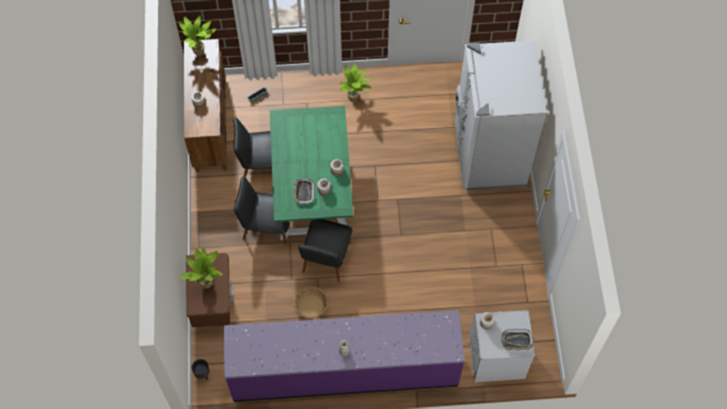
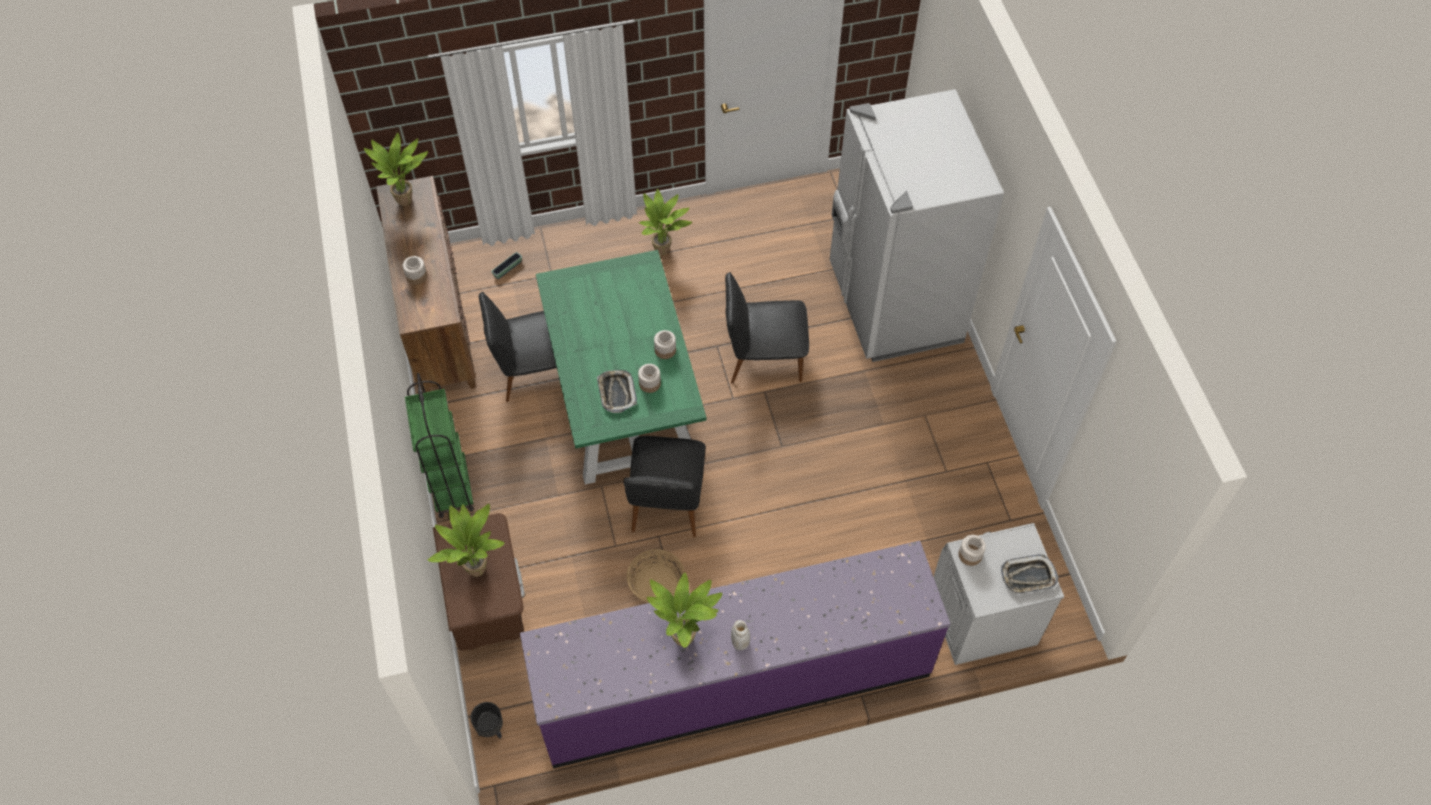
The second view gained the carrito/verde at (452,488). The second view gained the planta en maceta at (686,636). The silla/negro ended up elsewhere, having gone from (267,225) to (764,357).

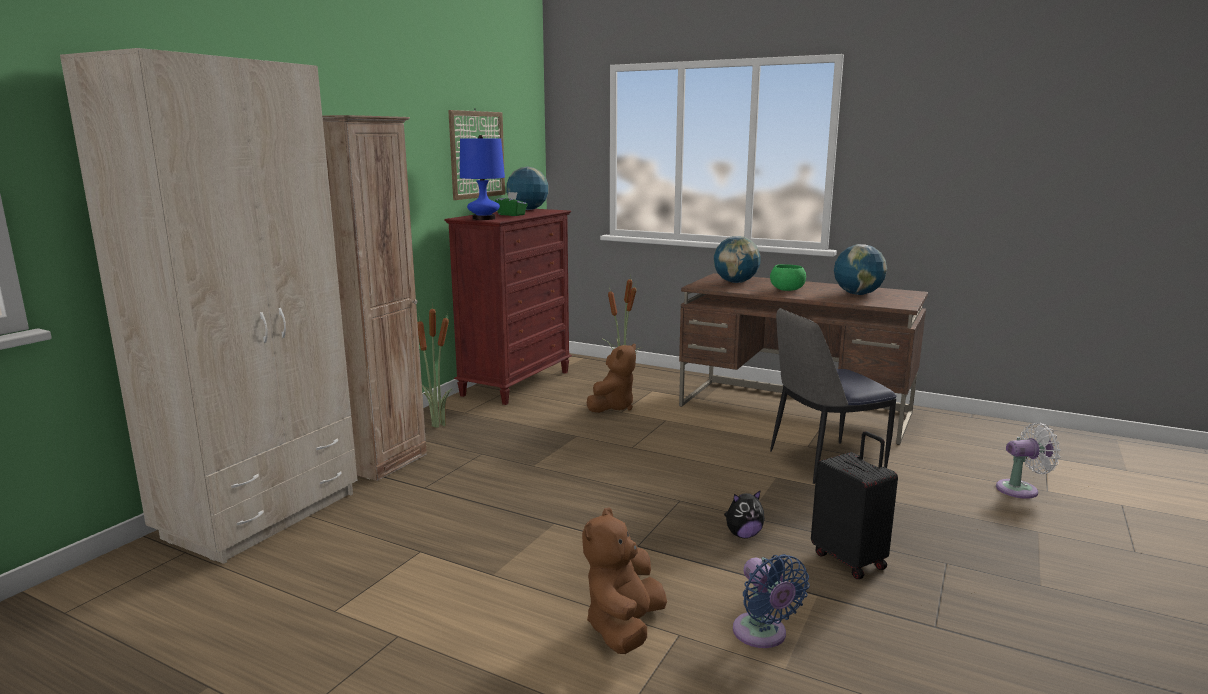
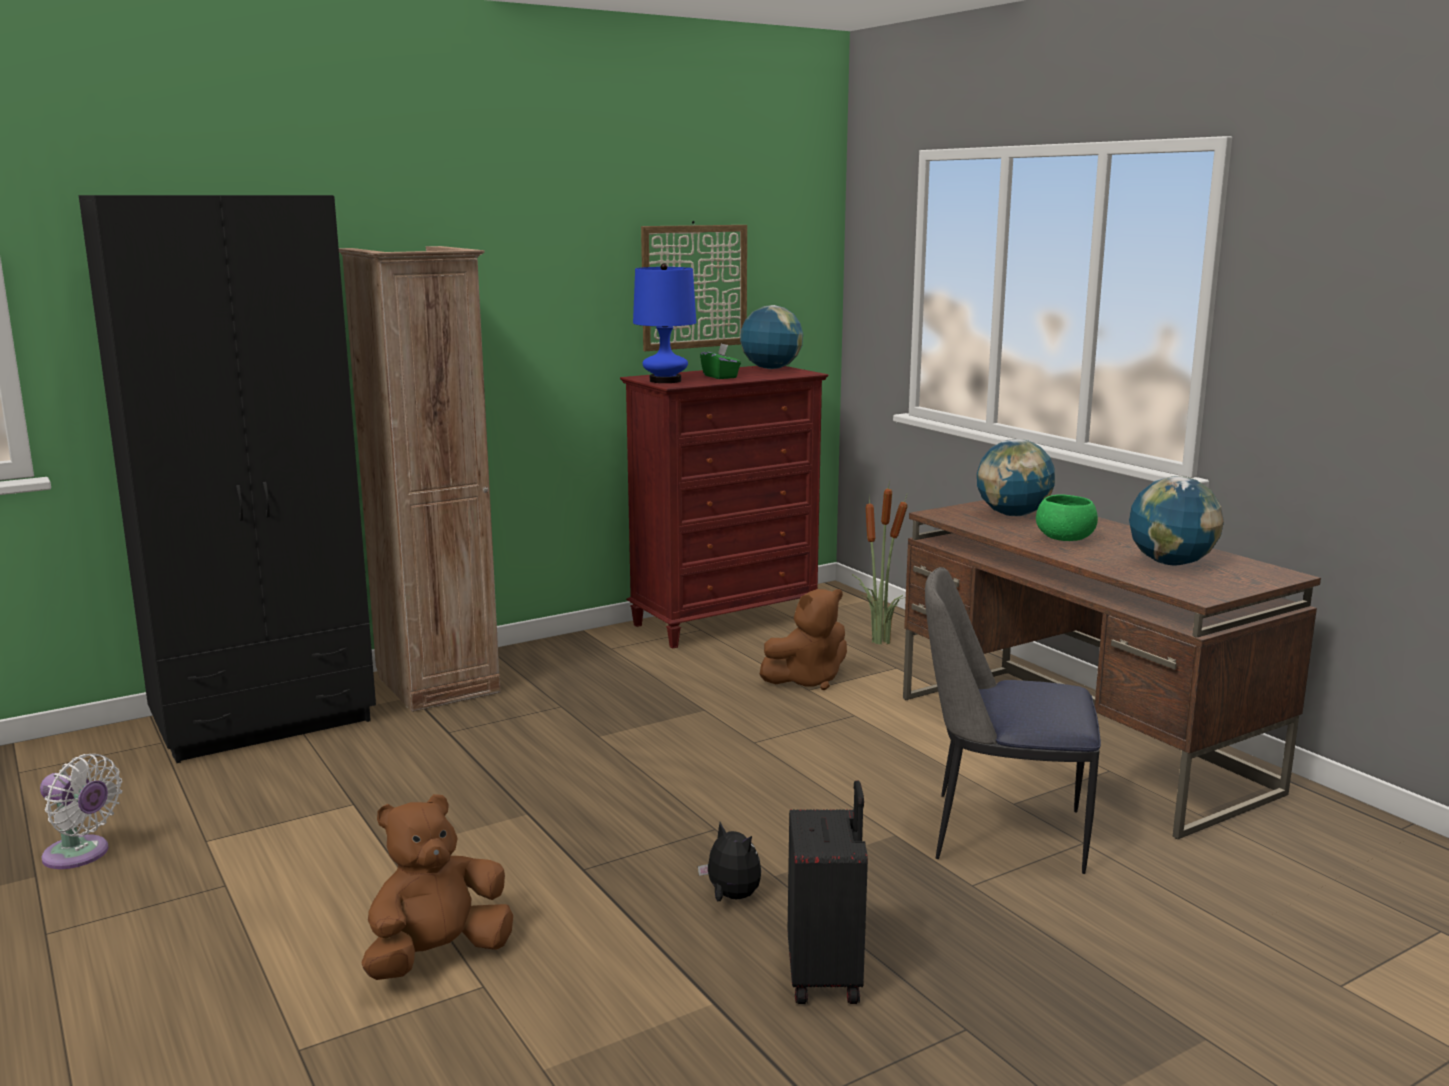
The ventilador/blanco ended up elsewhere, having gone from (1021,489) to (80,855). What was the armario ropero/beis at (262,514) turned into the armario ropero/negro at (266,721). The peluche at (743,535) ended up facing another way, 150 degrees counterclockwise from before. The second view lost the planta en maceta at (437,425). The second view lost the ventilador/azul at (762,635).

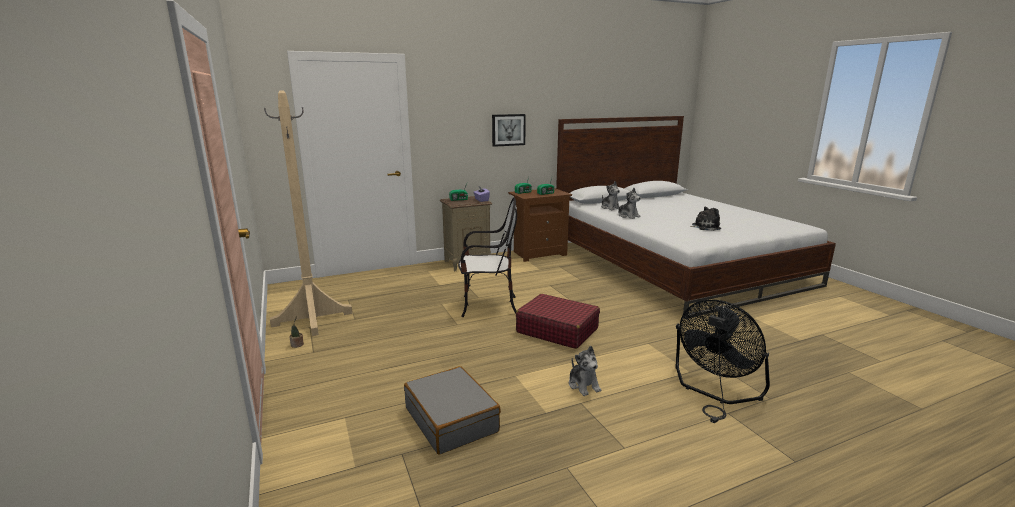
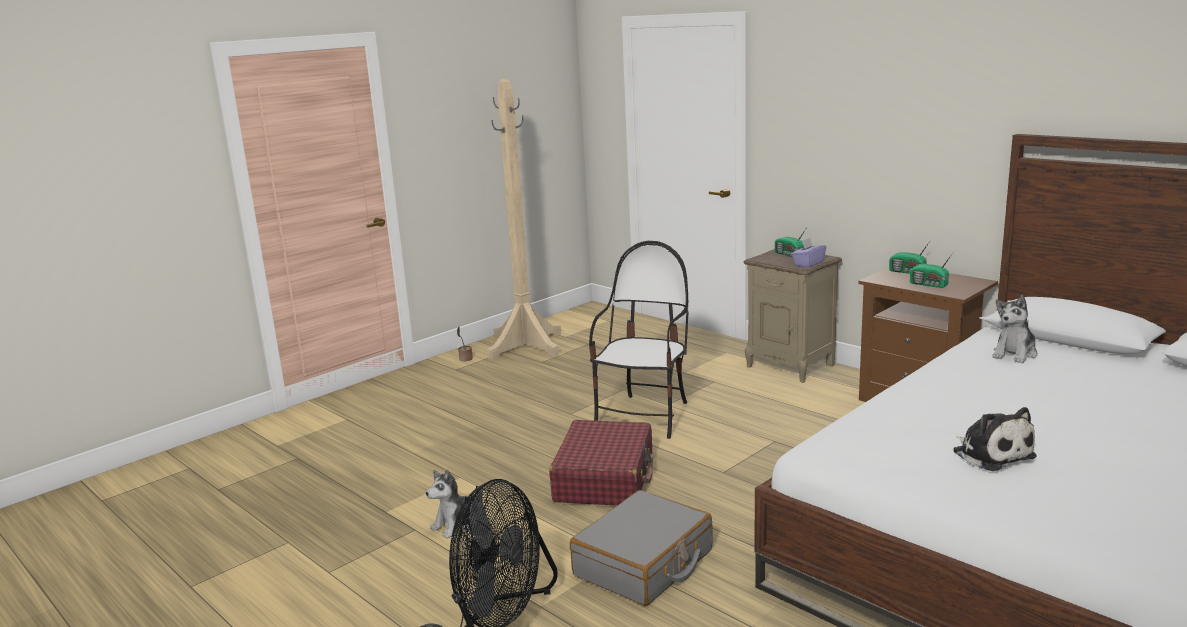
The maleta/gris ended up elsewhere, having gone from (451,420) to (644,563). The silla at (488,306) ended up facing another way, 135 degrees counterclockwise from before. The second view lost the cuadro at (508,130). The second view lost the peluche at (628,216).

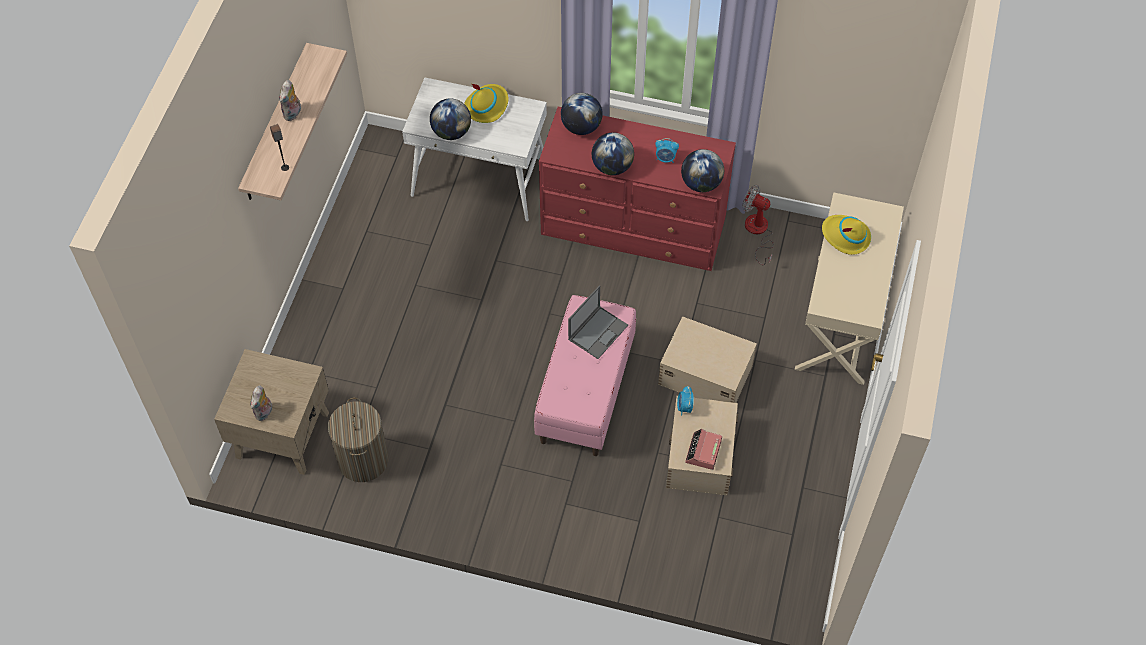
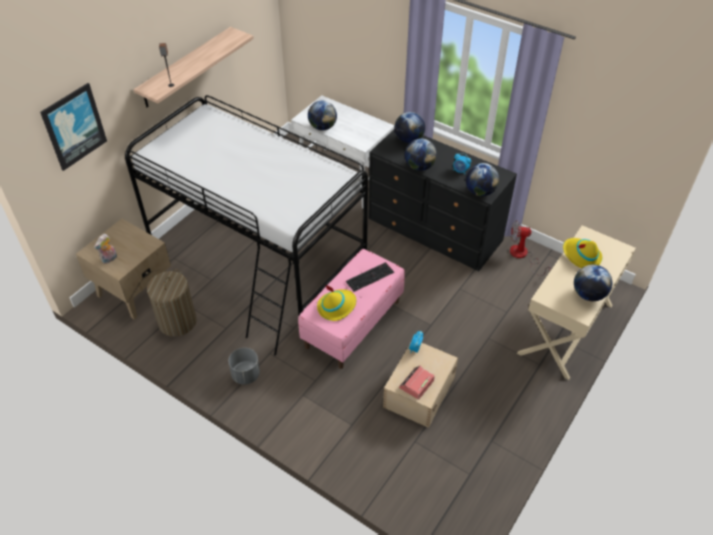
The second view gained the cuadro at (74,126). The second view gained the cama/negro at (258,258). The second view gained the maceta/gris at (246,375). The sombrero/amarillo ended up elsewhere, having gone from (487,106) to (336,306). Where the portátil stood at (598,332), the teclado came to stand at (370,276). What was the cómoda/rojo at (634,226) turned into the cómoda/negro at (435,230). The ventilador at (757,232) ended up facing another way, 45 degrees counterclockwise from before. The second view gained the globo terráqueo at (588,294). The second view lost the peluche at (293,114). The second view lost the caja de almacenaje/beis at (704,374).

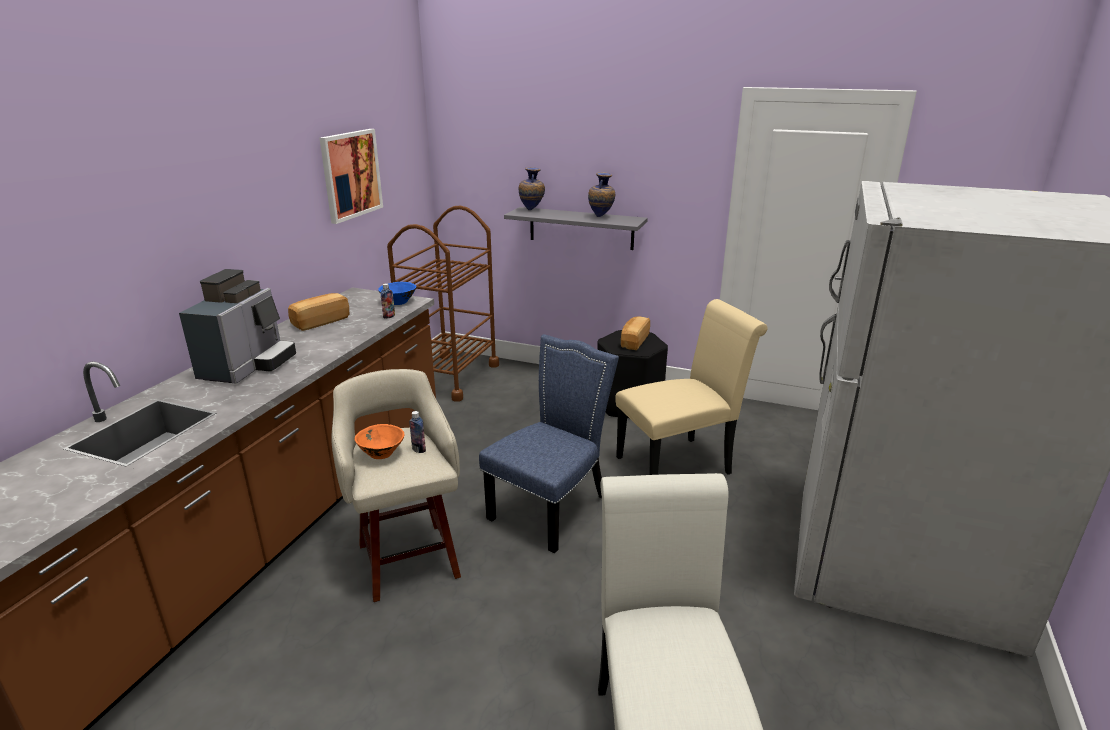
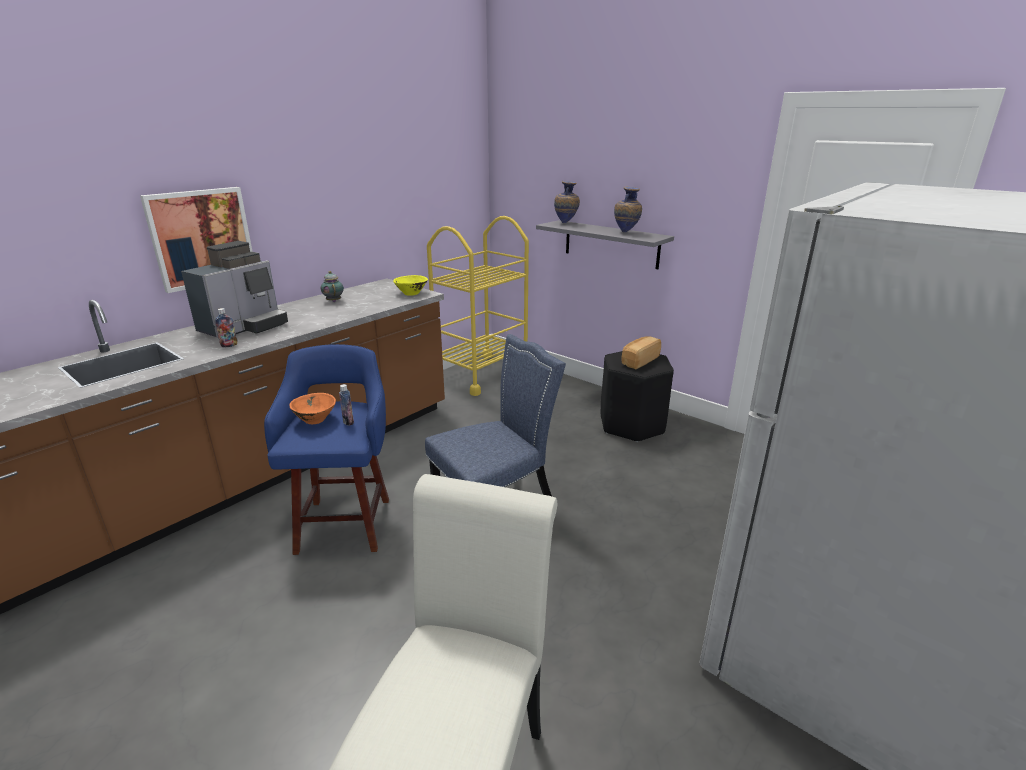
The cuadro ended up elsewhere, having gone from (351,174) to (201,238). The botella ended up elsewhere, having gone from (389,316) to (229,345). What was the taburete/beis at (408,557) turned into the taburete/azul at (346,522). Where the pan stood at (320,322), the tetera came to stand at (334,301). What was the cuenco/azul at (399,302) turned into the cuenco/amarillo at (411,293). What was the carrito/marrón at (450,377) turned into the carrito/amarillo at (481,374). The second view lost the silla/beis at (680,464).

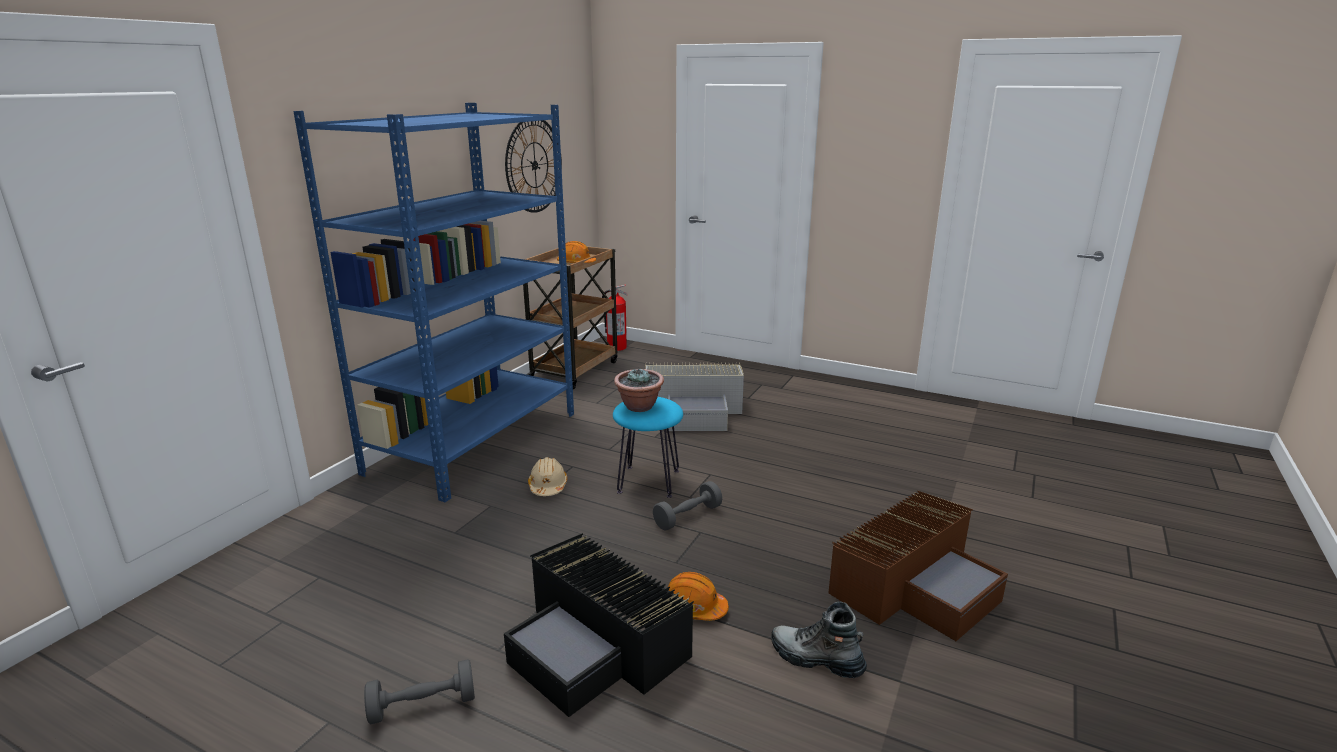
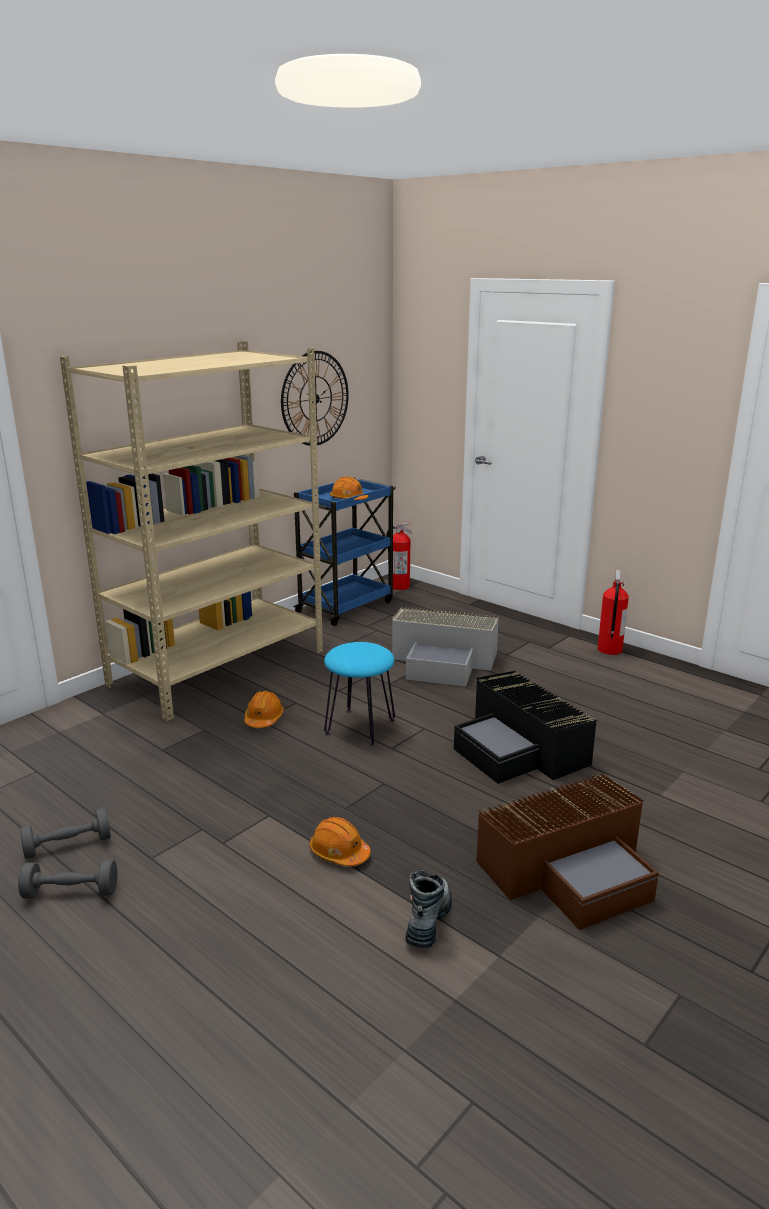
The mancuerna/gris ended up elsewhere, having gone from (687,516) to (68,845). What was the estantería/azul at (475,442) turned into the estantería/beis at (219,667). What was the casco/beis at (548,486) turned into the casco/naranja at (264,719). What was the carrito/marrón at (575,370) turned into the carrito/azul at (346,606). The bota at (816,659) ended up facing another way, 60 degrees clockwise from before. The caja de almacenaje/negro ended up elsewhere, having gone from (598,646) to (520,749). The second view gained the extintor at (609,650). The second view lost the planta en maceta at (639,407).

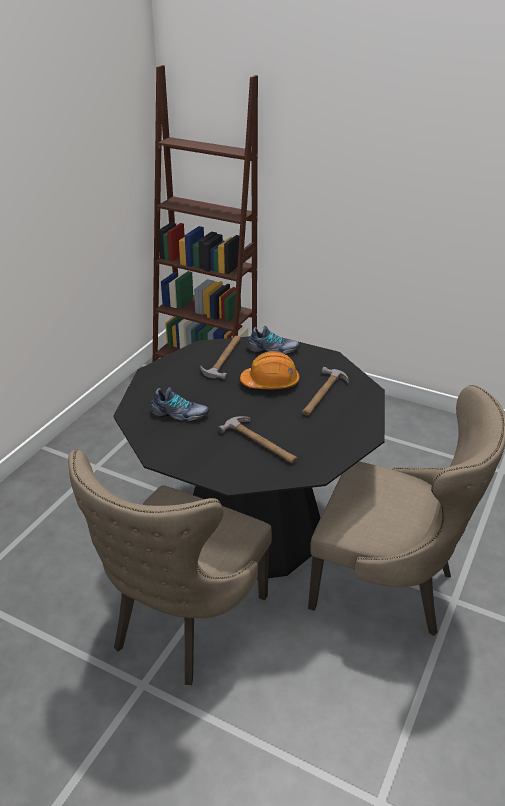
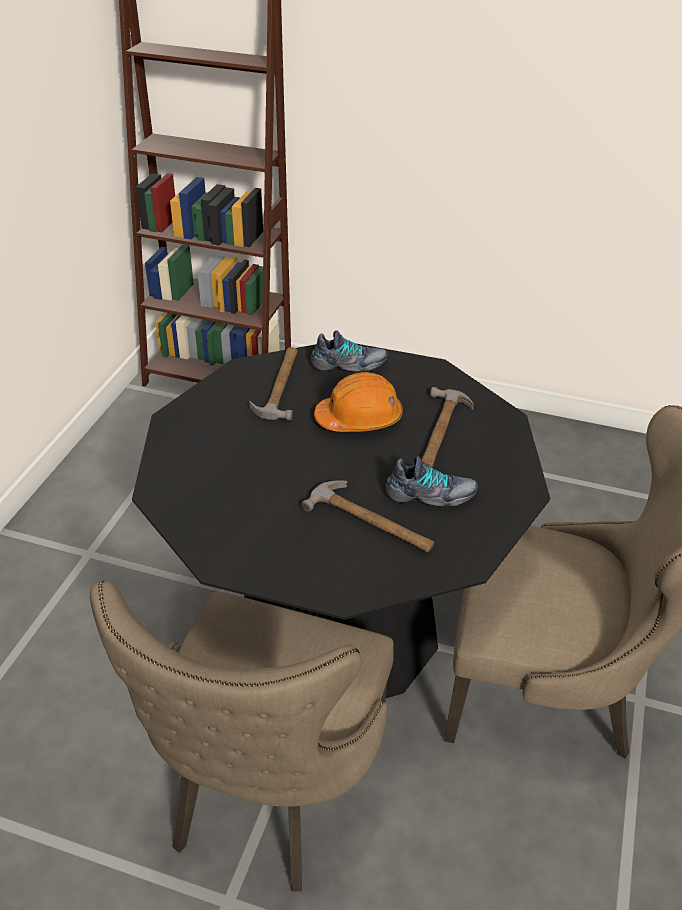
The zapato ended up elsewhere, having gone from (179,414) to (431,495).

